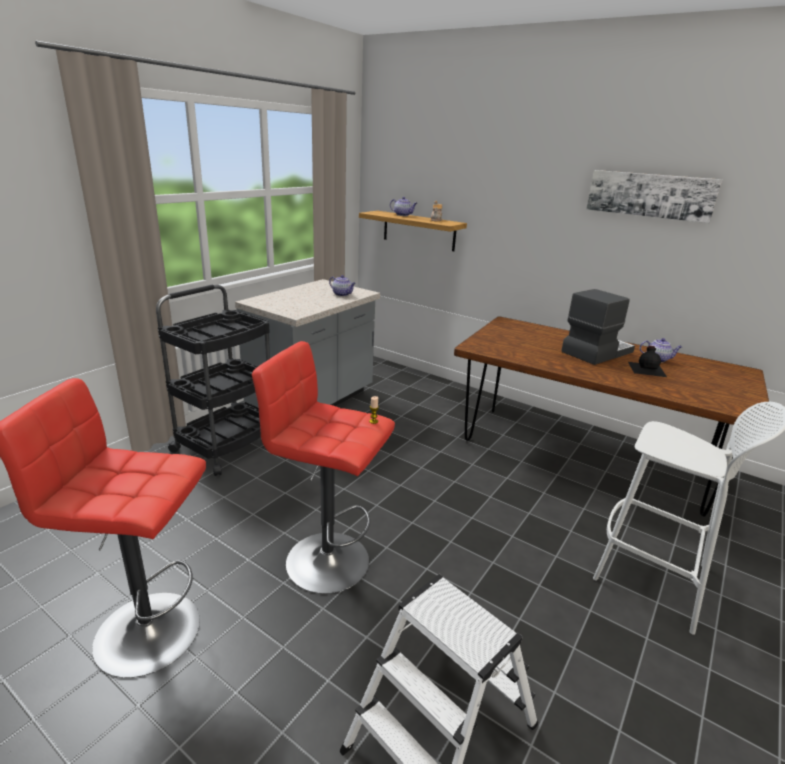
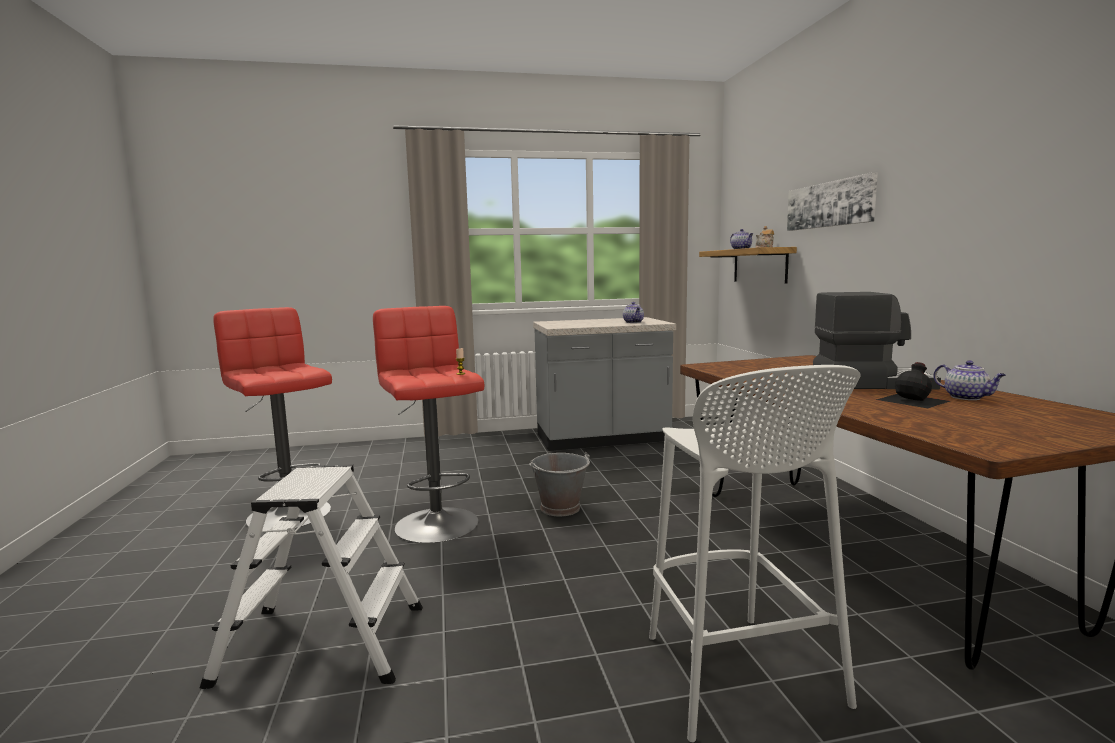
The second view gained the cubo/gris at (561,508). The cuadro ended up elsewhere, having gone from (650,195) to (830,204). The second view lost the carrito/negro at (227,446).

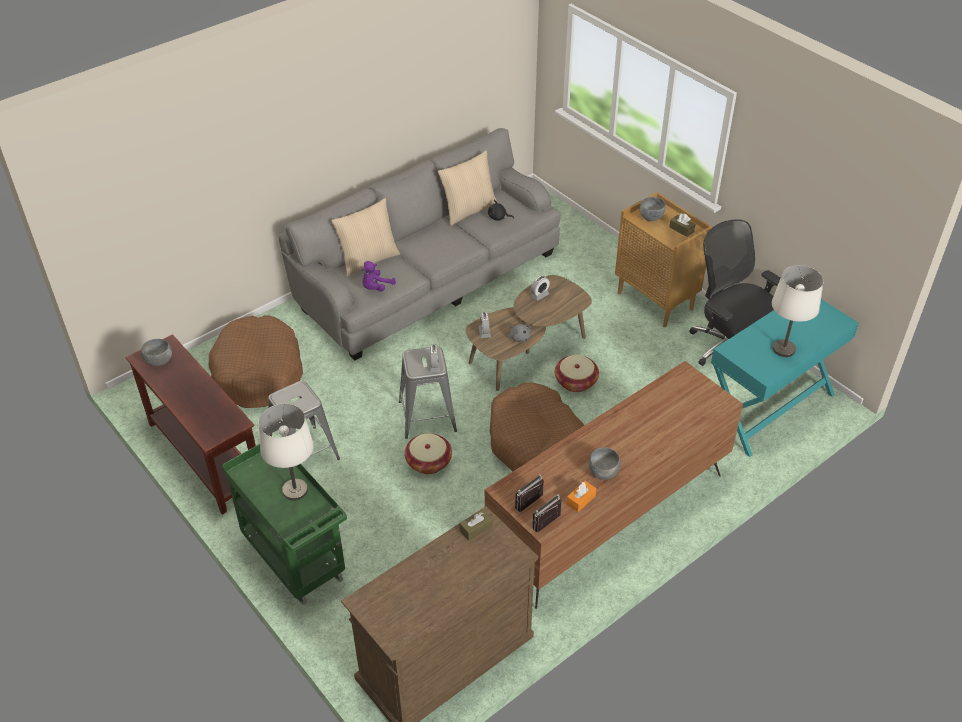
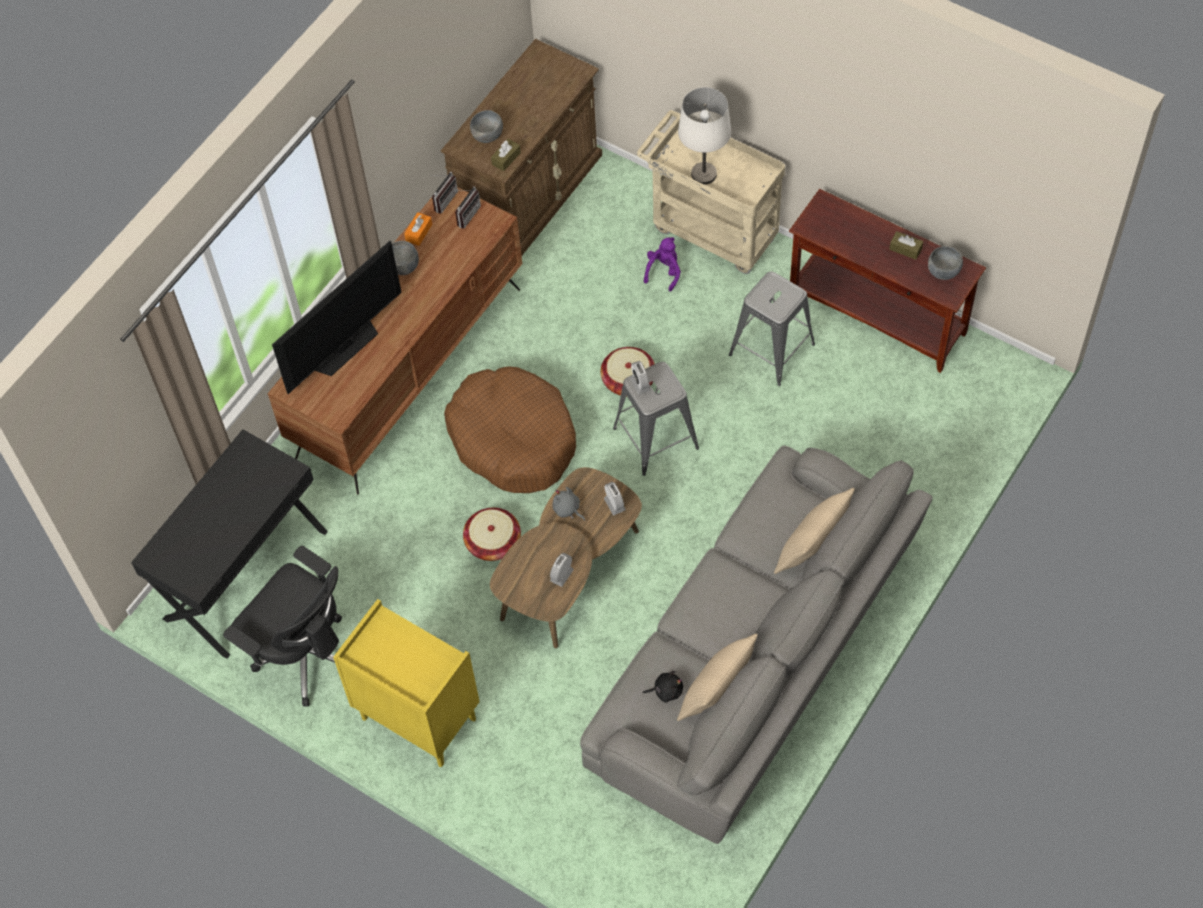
What was the escritorio/turquesa at (769,407) turned into the escritorio/negro at (245,574). The second view gained the televisor at (344,347). What was the armario/marrón at (655,301) turned into the armario/amarillo at (418,718). The cuenco/gris ended up elsewhere, having gone from (650,217) to (488,136). What was the carrito/verde at (297,563) turned into the carrito/beis at (709,234). The peluche/morado ended up elsewhere, having gone from (376,287) to (664,272). The caja de pañuelos/marrón ended up elsewhere, having gone from (681,229) to (905,249). The second view lost the cama para perro/marrón at (259,373). The second view lost the lámpara de mesa/blanco at (783,349).

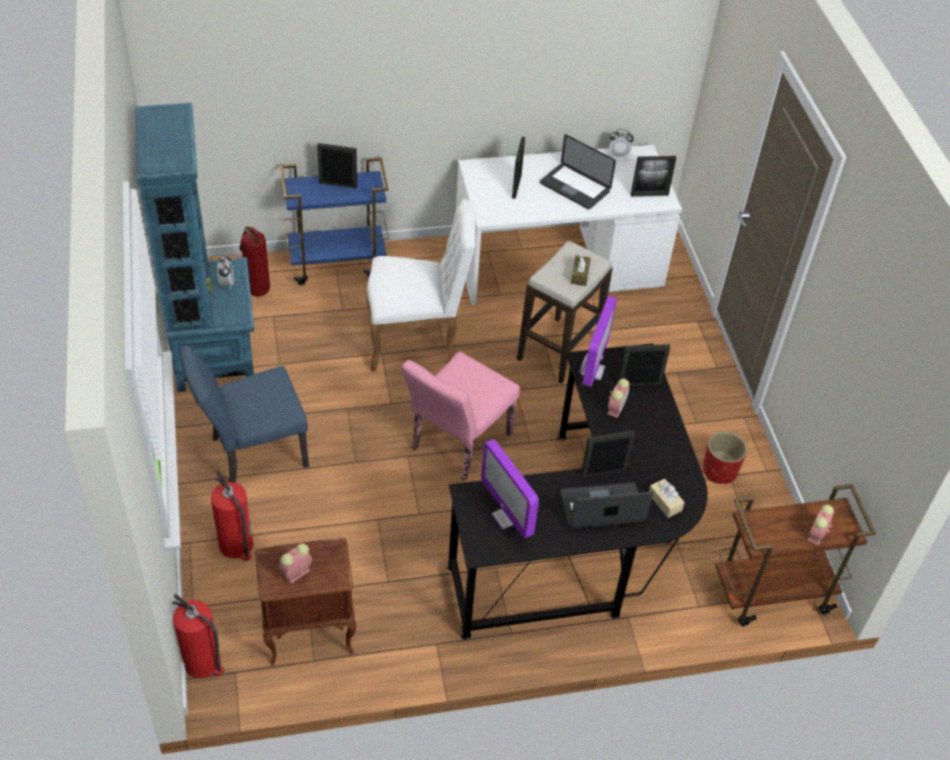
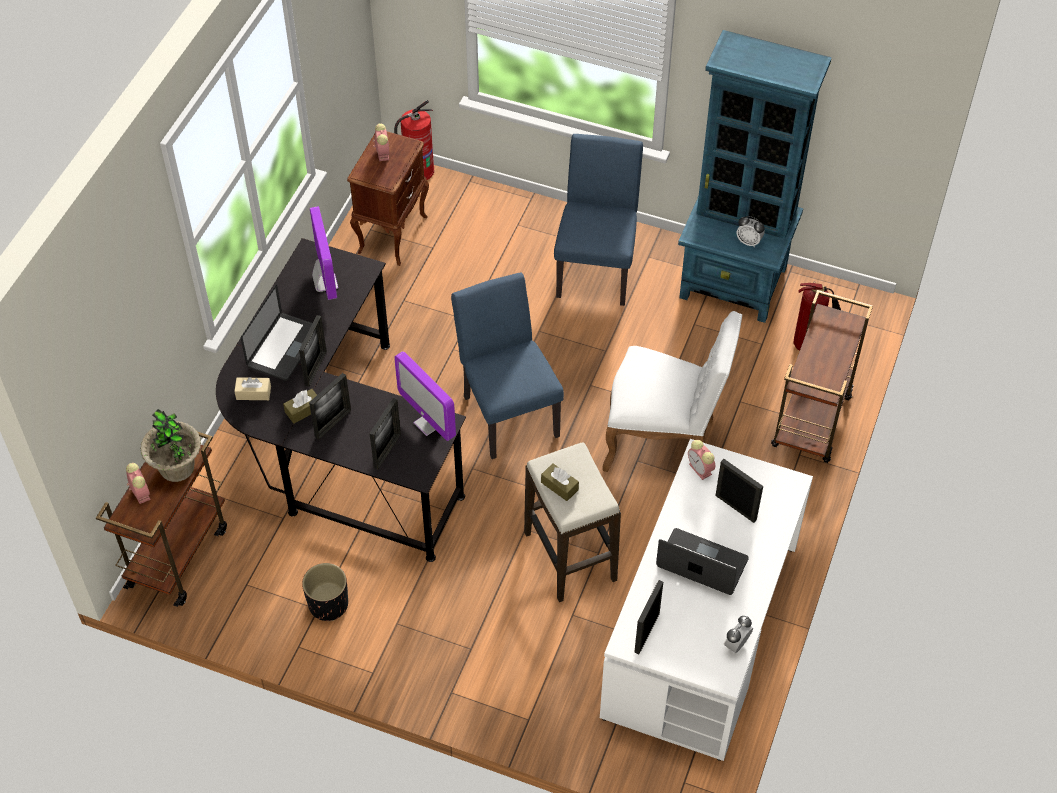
The second view gained the planta en maceta at (177,467). The second view gained the caja de pañuelos/marrón at (303,410). What was the maceta/rojo at (719,471) turned into the maceta/negro at (328,604). The portarretratos ended up elsewhere, having gone from (338,184) to (333,423). The monitor at (507,517) ended up facing another way, 75 degrees clockwise from before. What was the silla/rosa at (456,445) turned into the silla/azul at (507,410). The silla/blanco at (415,339) ended up facing another way, 105 degrees counterclockwise from before. The portátil at (574,187) ended up facing another way, 45 degrees clockwise from before. The despertador ended up elsewhere, having gone from (616,408) to (701,470). What was the carrito/azul at (338,265) turned into the carrito/marrón at (810,425). The second view lost the extintor at (236,545).

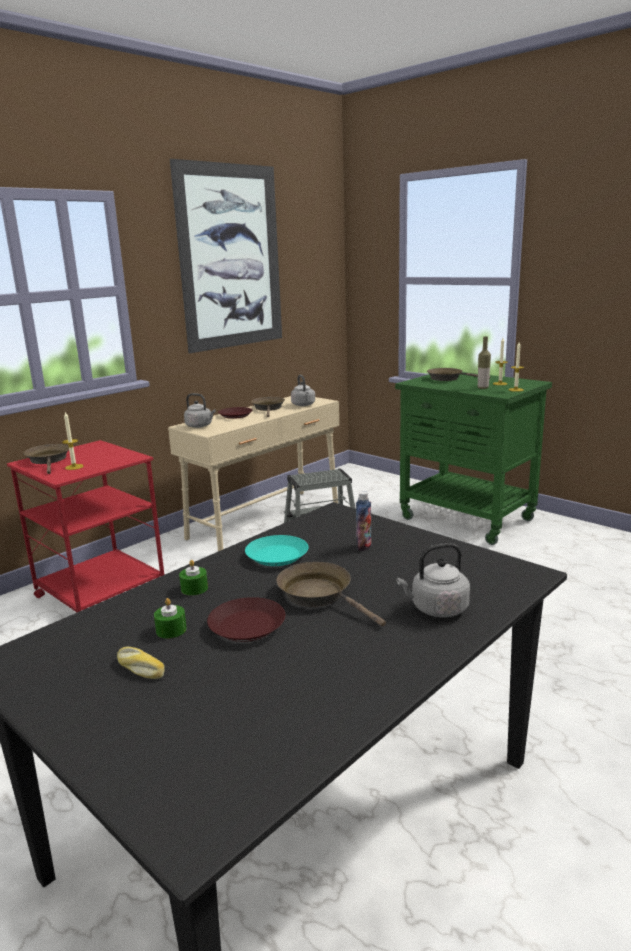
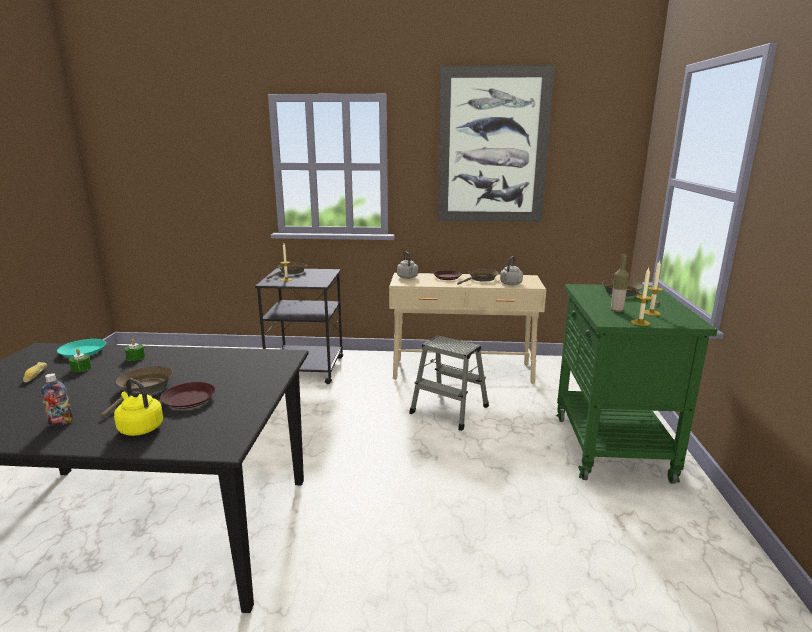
The botella ended up elsewhere, having gone from (364,546) to (61,422). The plato/turquesa ended up elsewhere, having gone from (277,556) to (82,352). What was the hervidor/gris at (436,609) turned into the hervidor/amarillo at (140,428). The plato/marrón ended up elsewhere, having gone from (246,626) to (188,399). What was the carrito/rojo at (102,593) turned into the carrito/negro at (307,369).

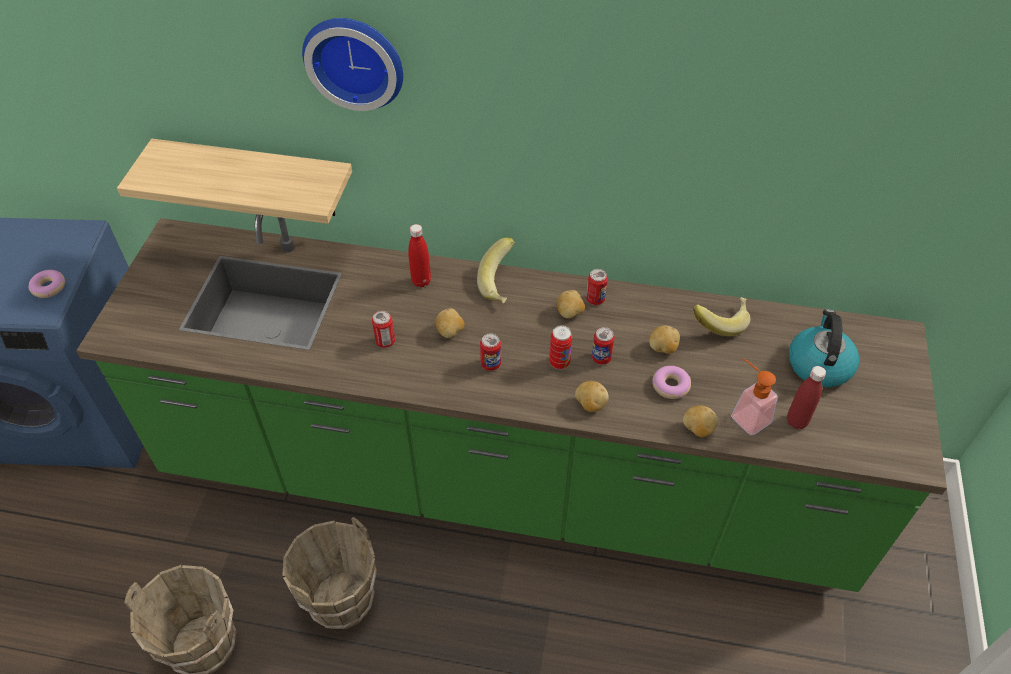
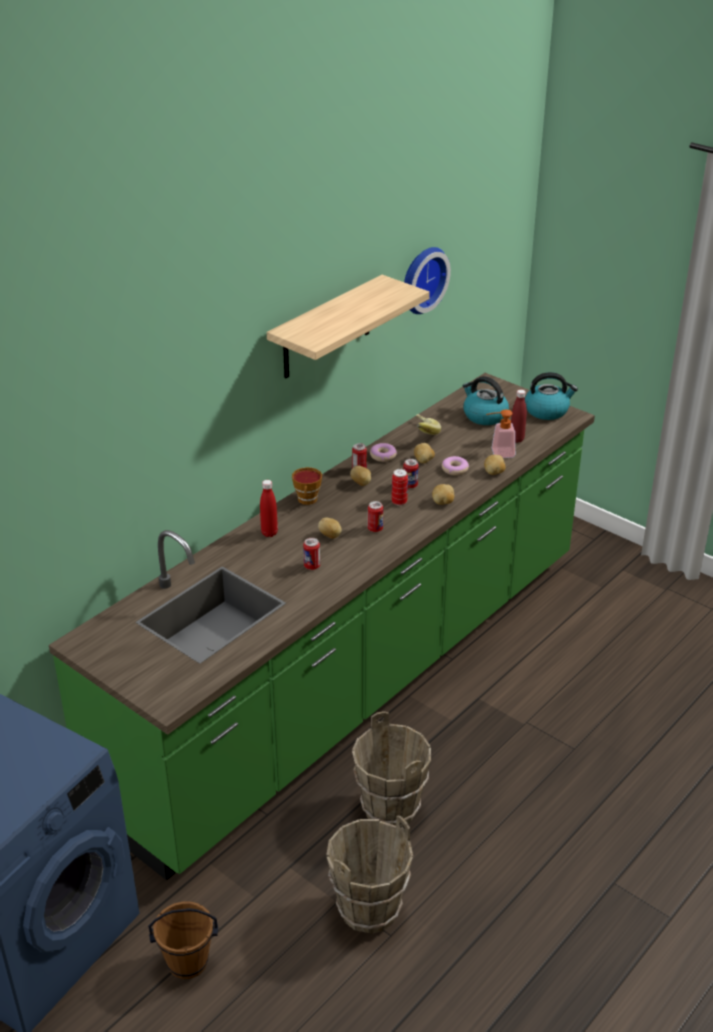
The second view gained the cubo/marrón at (187,961). The estante ended up elsewhere, having gone from (257,178) to (326,328). Where the plátano stood at (501,284), the taza came to stand at (307,500). The rosquilla ended up elsewhere, having gone from (49,287) to (383,456). The reloj de pared ended up elsewhere, having gone from (355,60) to (421,279). The second view gained the hervidor at (547,411).

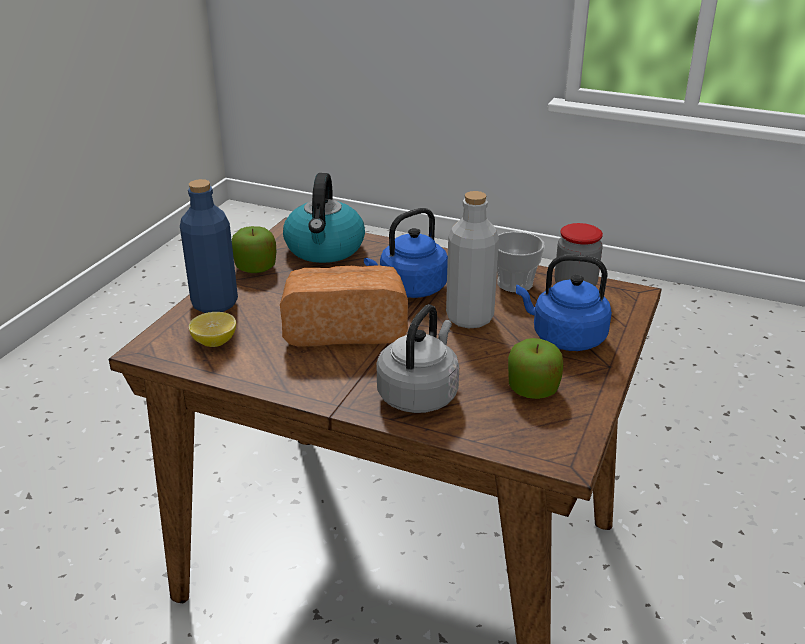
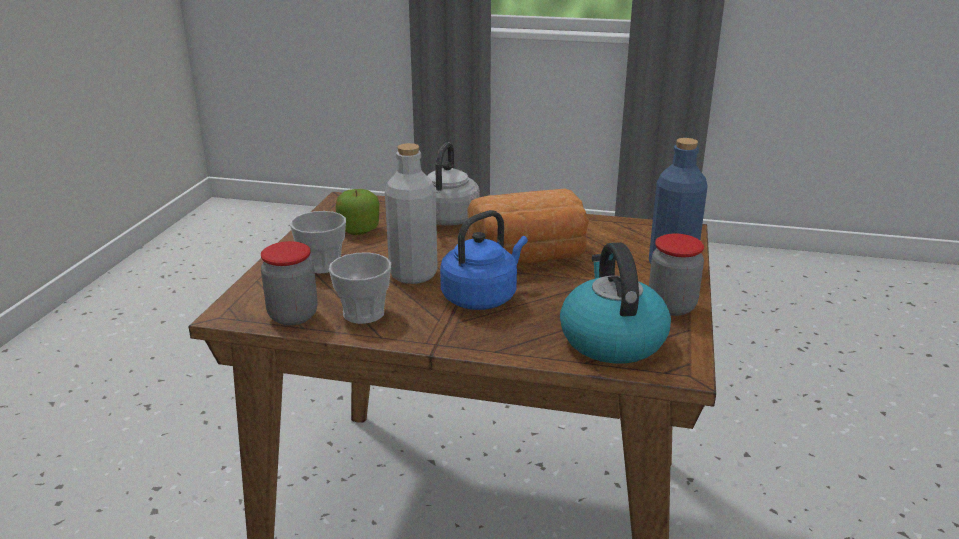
Where the hervidor/azul stood at (564,338), the taza came to stand at (322,265). Where the manzana stood at (255,268), the tarro came to stand at (671,306). The second view lost the limón at (215,342).

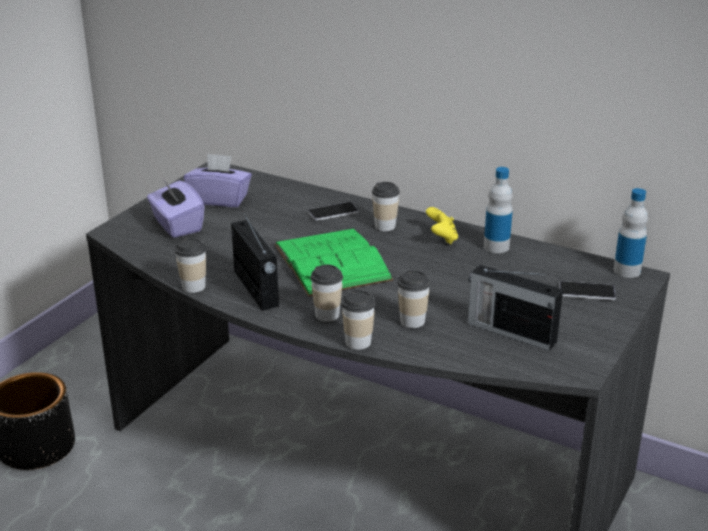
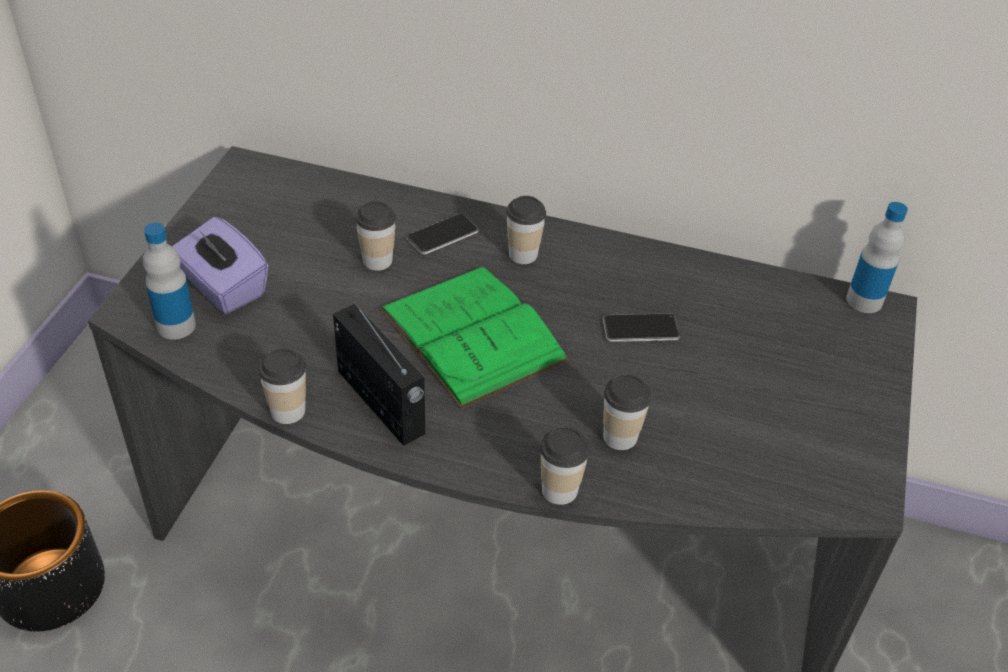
The botella ended up elsewhere, having gone from (496,247) to (176,326). The taza ended up elsewhere, having gone from (327,315) to (377,260). The móvil ended up elsewhere, having gone from (586,292) to (640,329). The second view lost the caja de pañuelos/morado at (220,199). The second view lost the mando de consola/amarillo at (442,238). The second view lost the radio at (510,331).

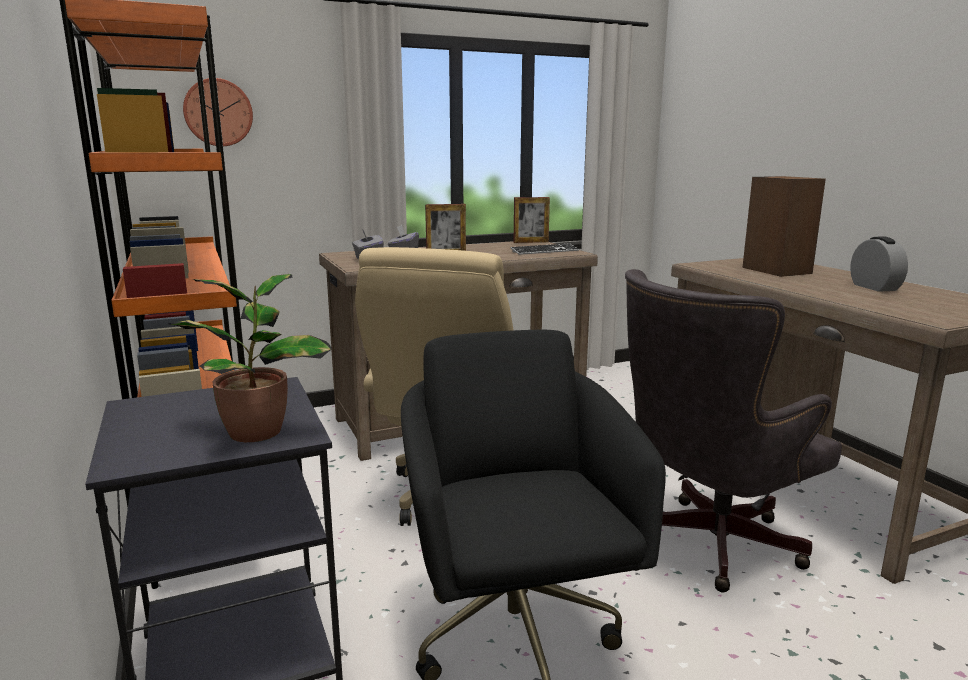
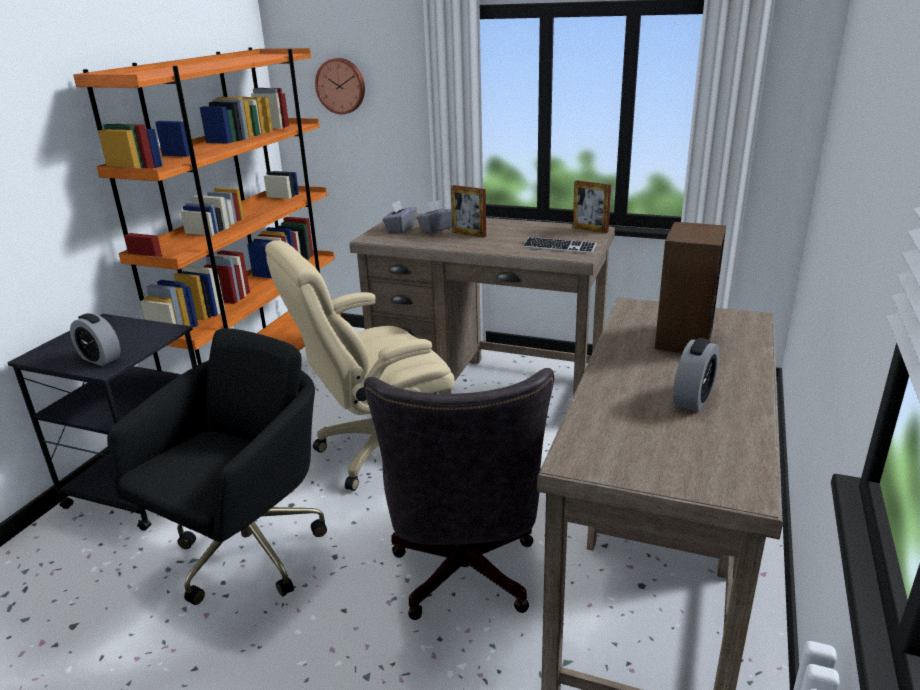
Where the planta en maceta stood at (258,430), the despertador came to stand at (100,359). The silla de oficina/gris at (710,546) ended up facing another way, 105 degrees counterclockwise from before.

